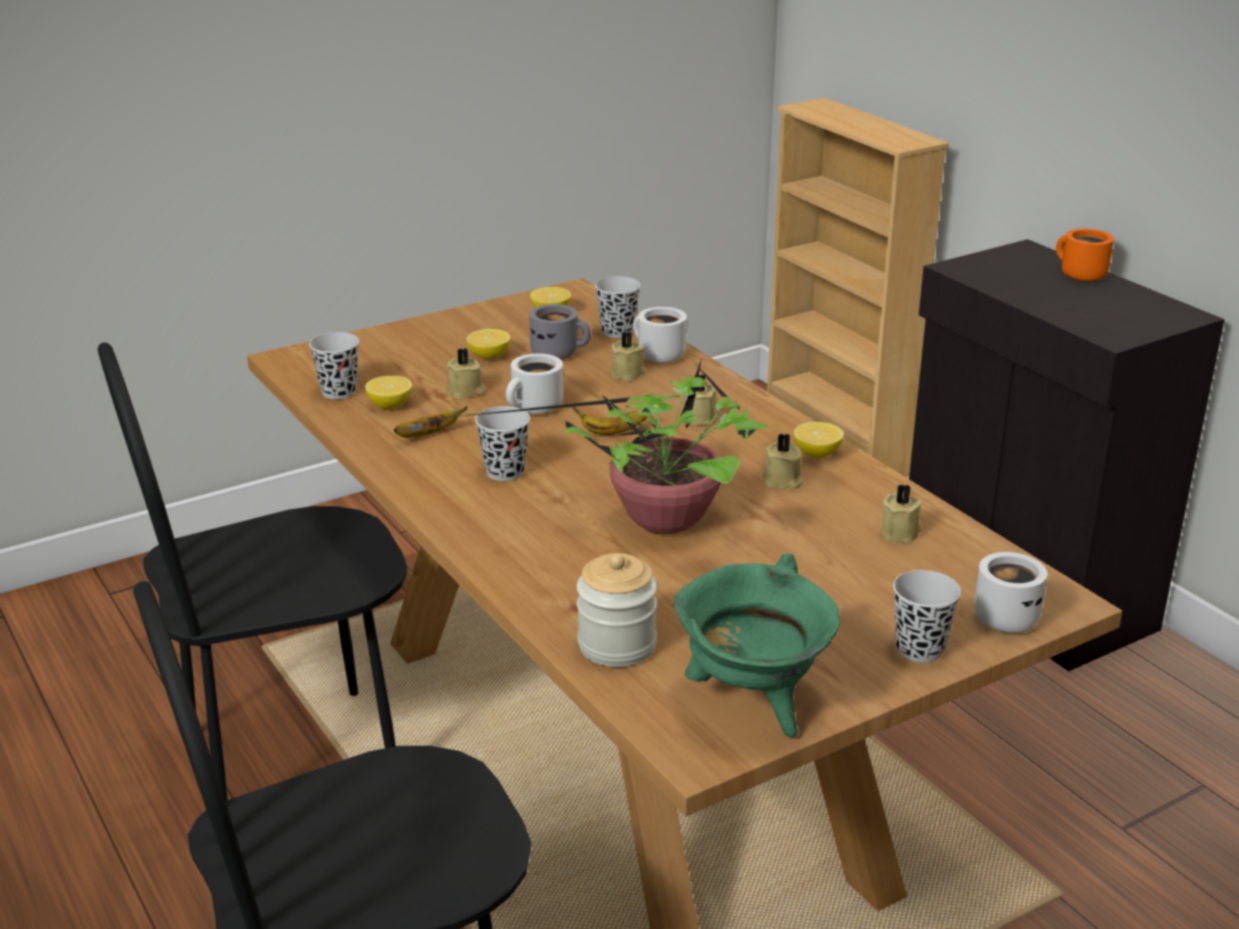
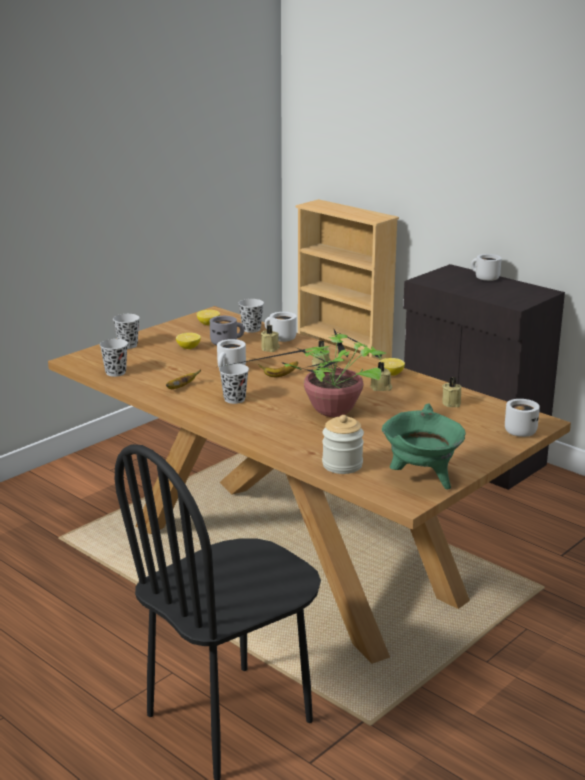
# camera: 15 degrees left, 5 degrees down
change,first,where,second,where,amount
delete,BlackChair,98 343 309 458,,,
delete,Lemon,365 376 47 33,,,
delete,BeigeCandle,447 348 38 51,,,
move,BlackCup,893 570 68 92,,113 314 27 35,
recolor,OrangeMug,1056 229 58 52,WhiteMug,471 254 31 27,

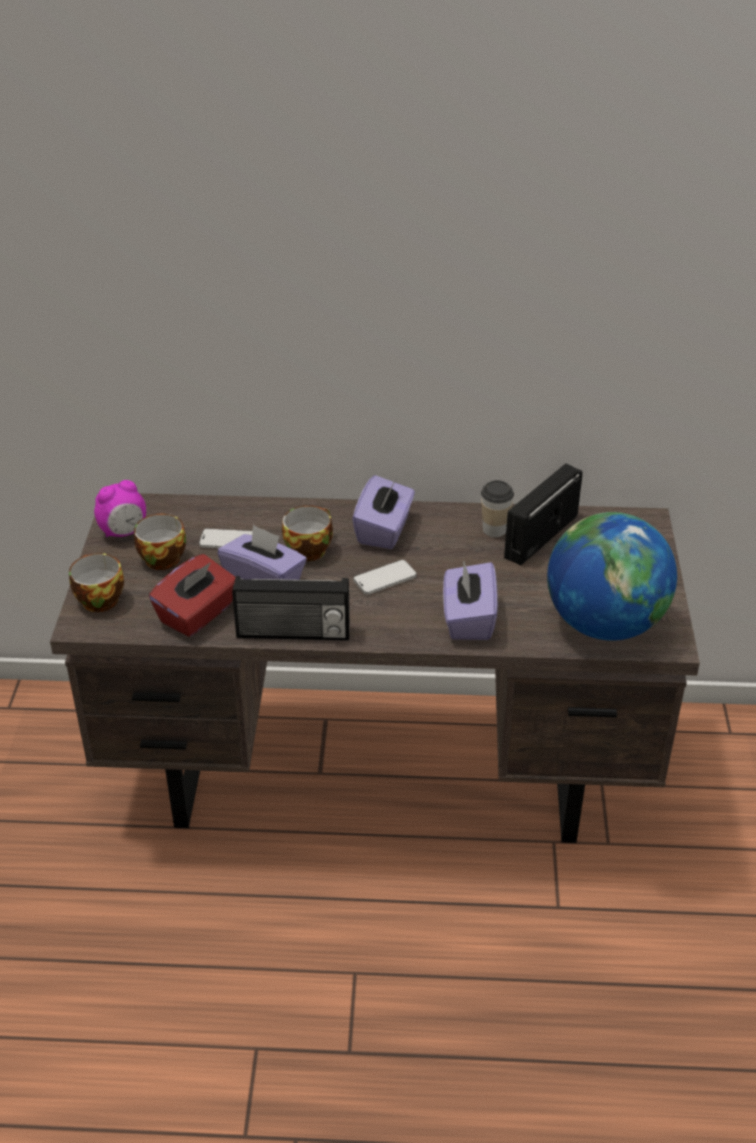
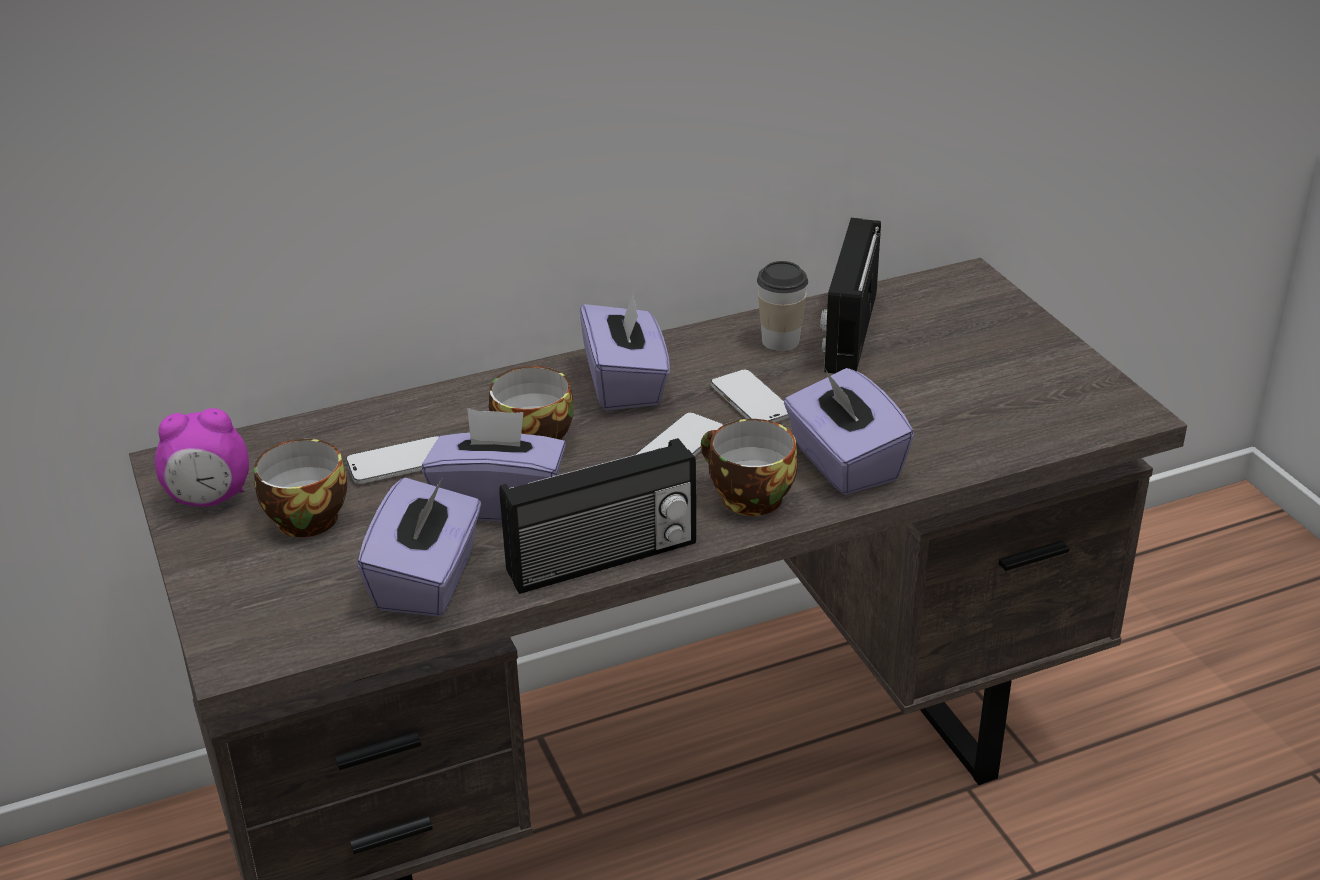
# camera: 25 degrees left, 5 degrees down
change,first,where,second,where,amount
delete,Globe,547 512 130 129,,,
insert,,,Phone,711 369 78 54,
move,Cup,69 553 55 59,,701 419 97 97,
recolor,RedTissueBox,149 554 86 83,PurpleTissueBox,357 478 124 139,
rotate,AlarmClock,94 480 52 57,,155 408 94 99,45 degrees clockwise

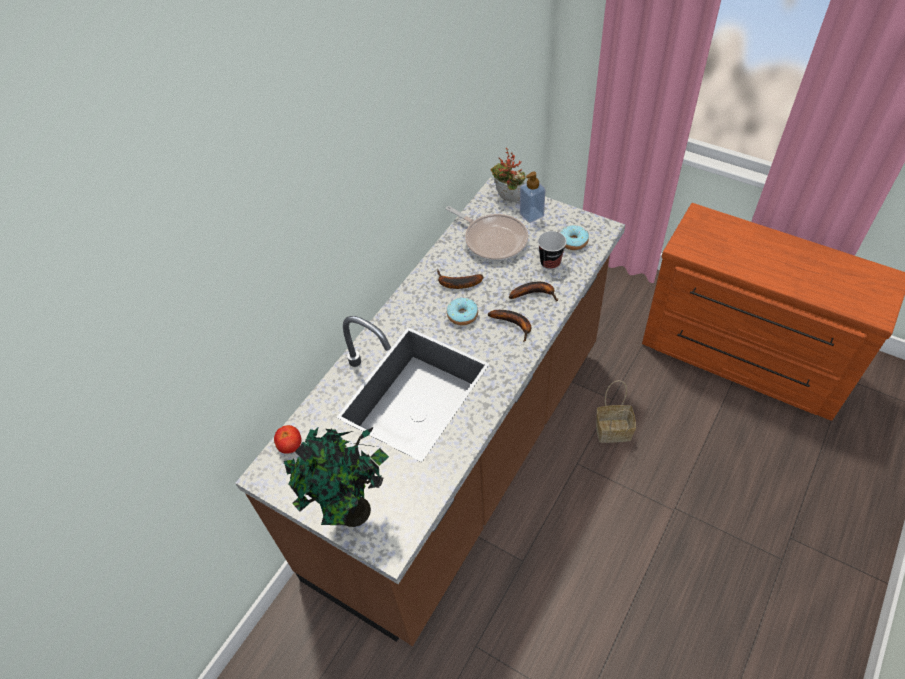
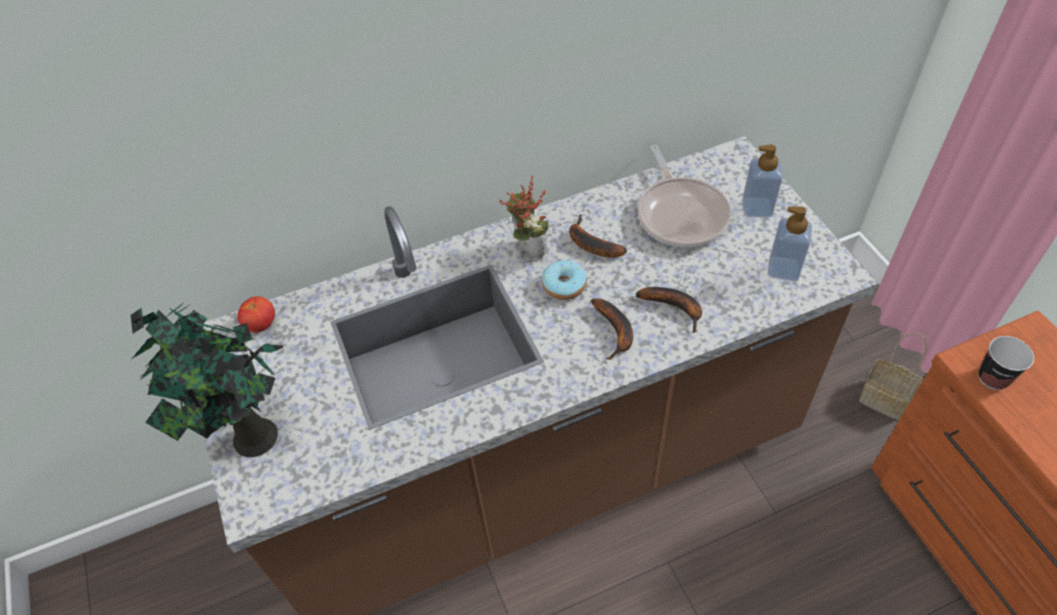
# camera: 35 degrees right, 0 degrees up
change,first,where,second,where,amount
move,PottedPlant,491 148 35 54,,499 175 50 83,
move,Cup,538 231 28 39,,979 336 55 54,
move,Basket,596 380 40 63,,859 333 68 87,
replace,Donut,560 225 29 25,SoapDispenser,768 207 44 74,

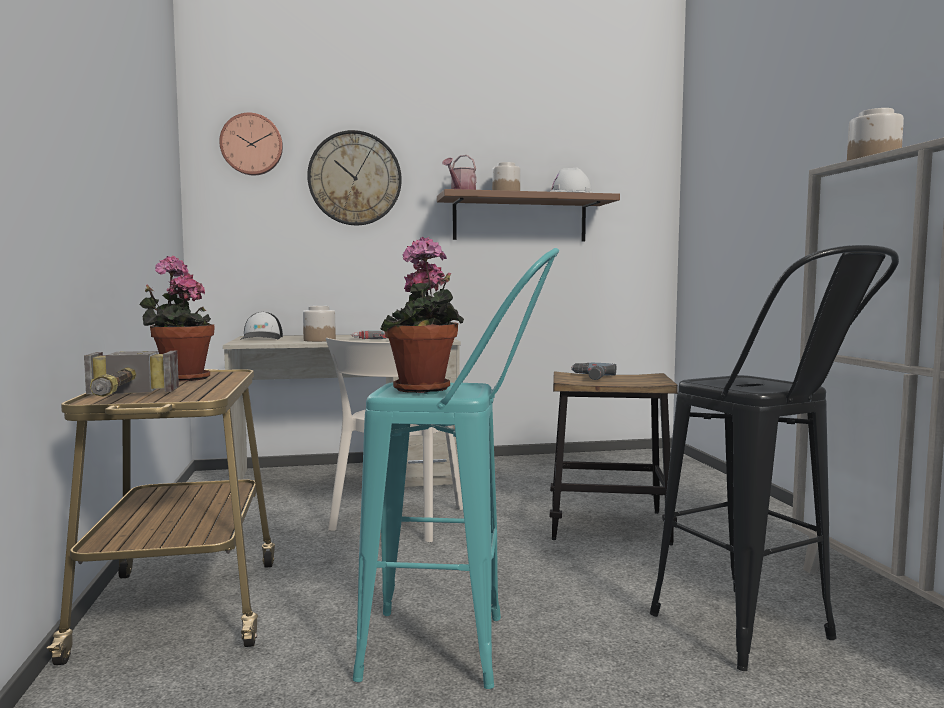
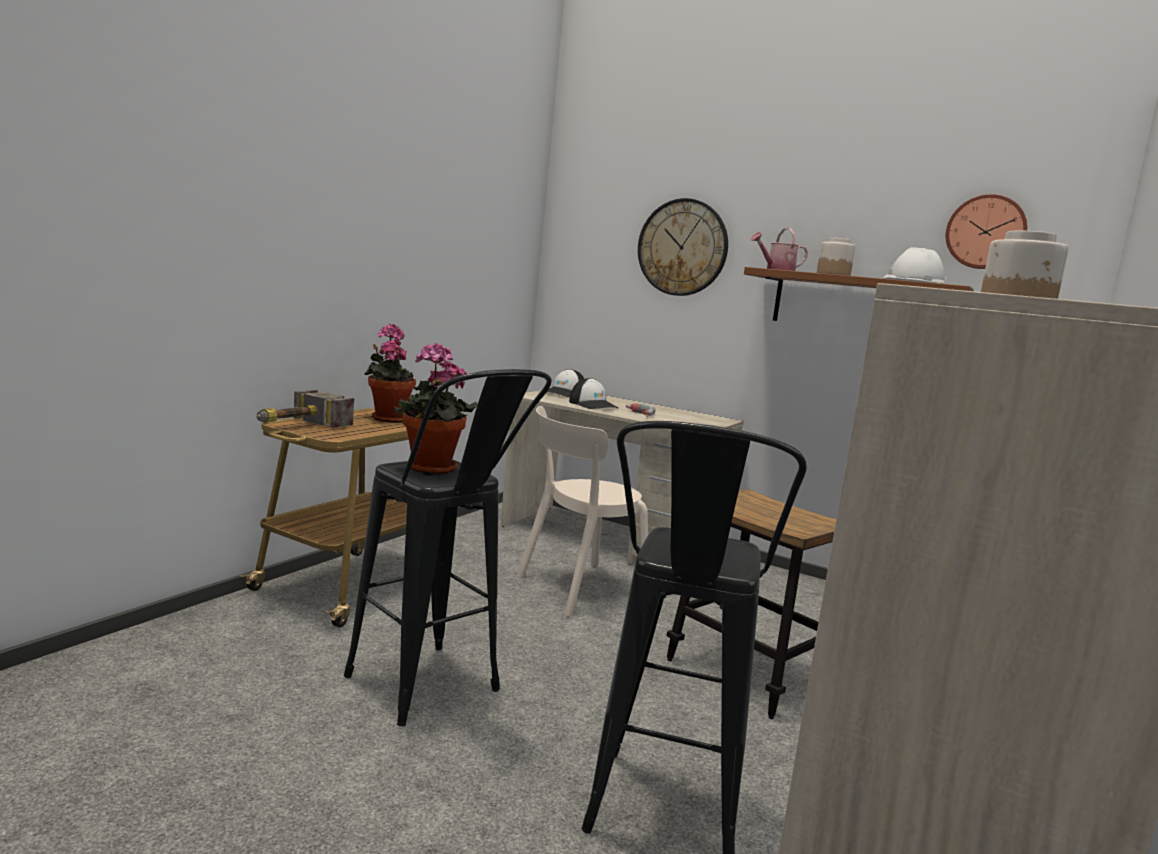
# camera: 40 degrees right, 5 degrees up
change,first,where,second,where,amount
delete,PowerDrill,571 363 45 17,,,
move,WallClock,219 113 64 62,,946 194 81 75,
replace,Jar,303 306 33 36,Cap,569 378 50 31,
recolor,TurquoiseStool,353 248 206 441,BlackStool,344 369 208 357,

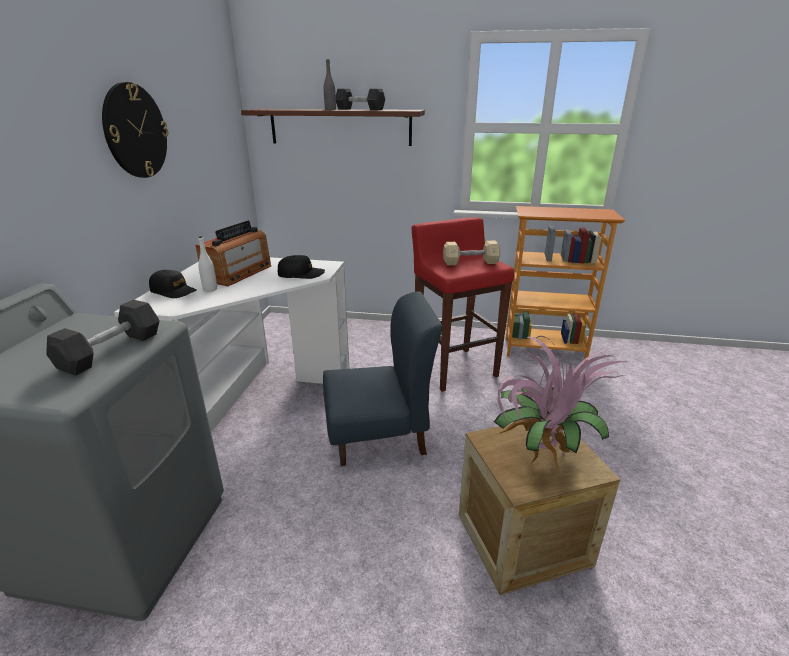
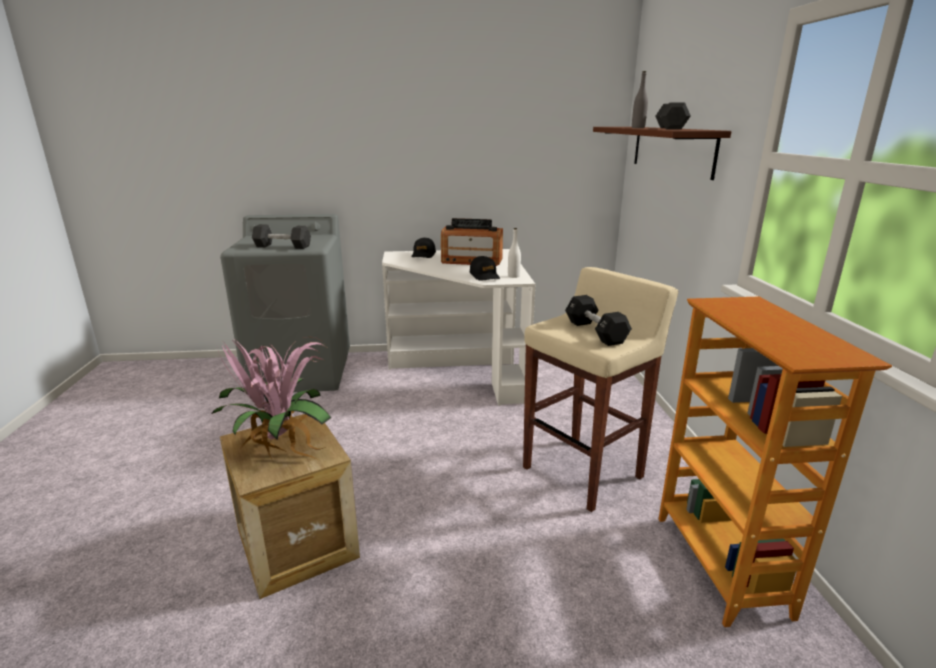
# camera: 75 degrees right, 5 degrees down
change,first,where,second,where,amount
delete,WallClock,102 82 66 96,,,
delete,BlueChair,323 291 120 175,,,
move,WhiteBottle,198 236 19 56,,508 228 13 50,
recolor,RedStool,411 217 103 175,BeigeStool,523 267 155 245,
recolor,BeigeDumbbell,443 241 58 24,BlackDumbbell,565 295 67 51,

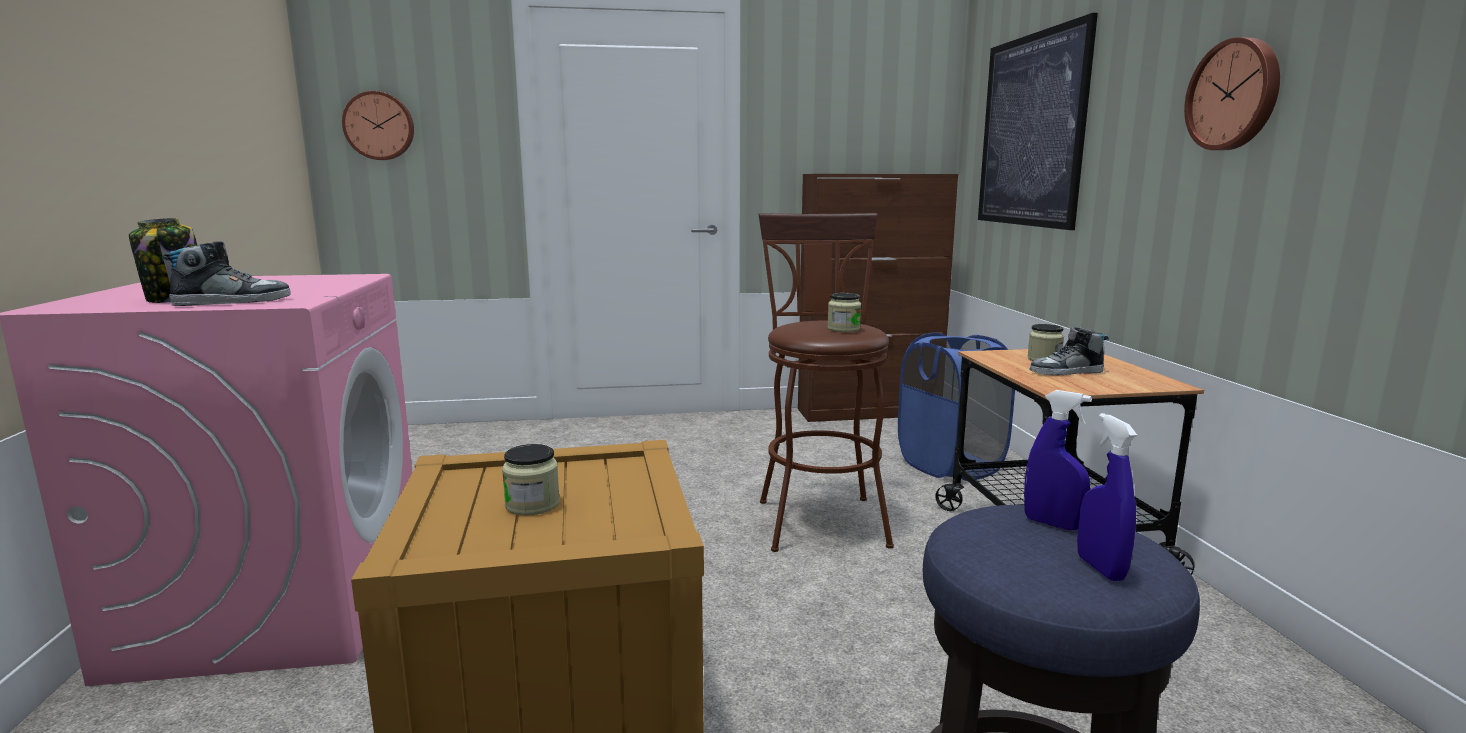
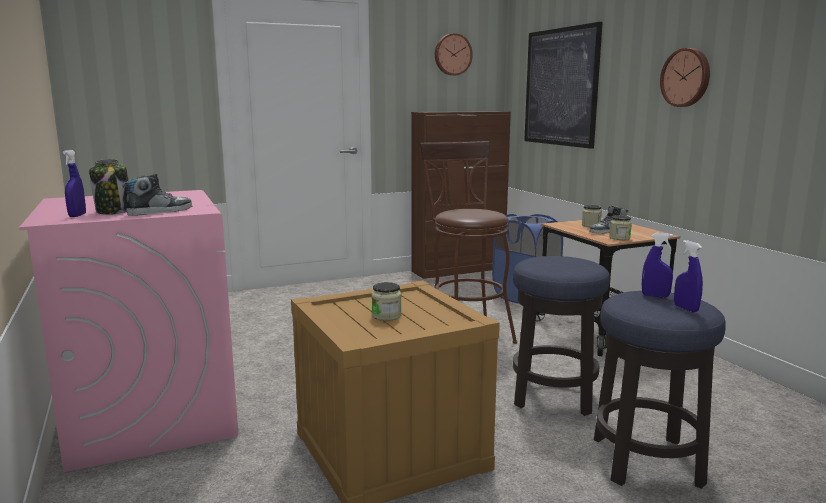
# camera: 15 degrees left, 0 degrees up
change,first,where,second,where,amount
insert,,,BlueSprayBottle,63 150 23 67,
insert,,,Stool,513 256 97 160,
move,WallClock,342 91 72 69,,435 33 38 43,
move,Jar,827 293 34 39,,609 215 23 25,

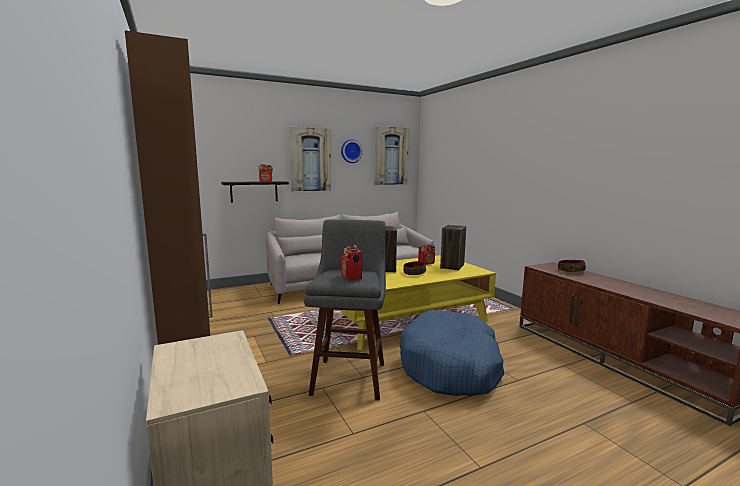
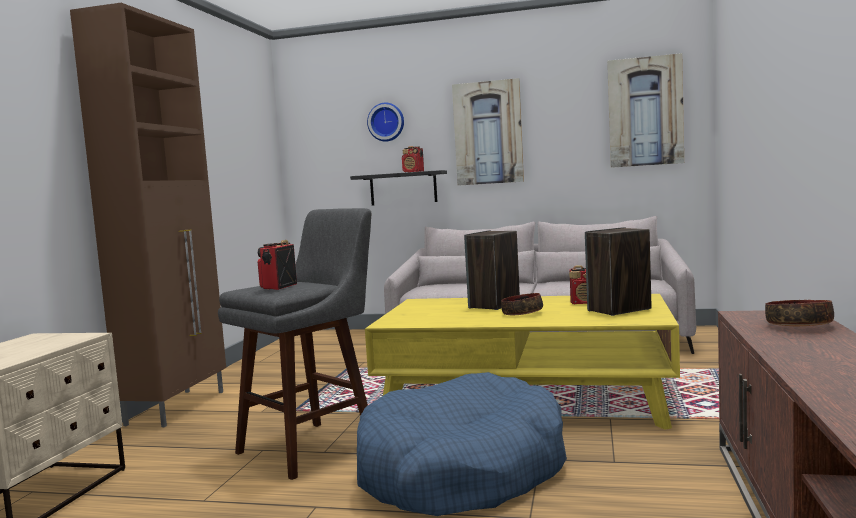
# camera: 40 degrees right, 5 degrees down
change,first,where,second,where,amount
move,WallClock,341 139 22 24,,367 103 37 39,

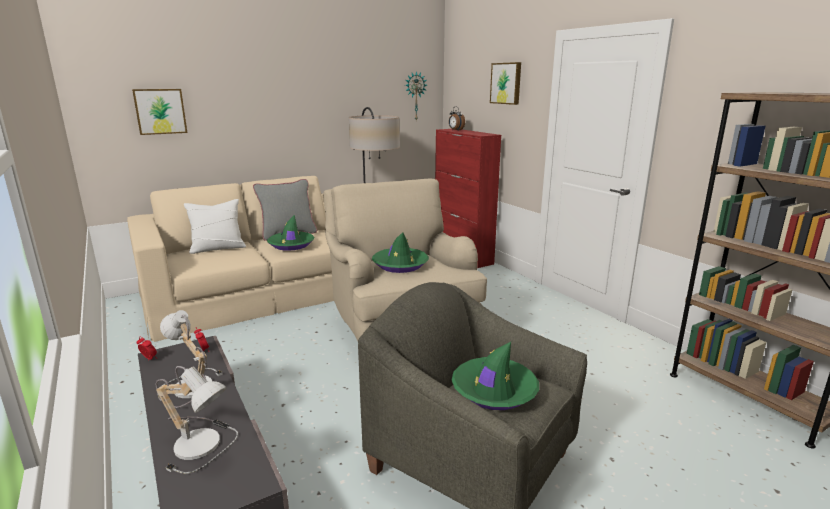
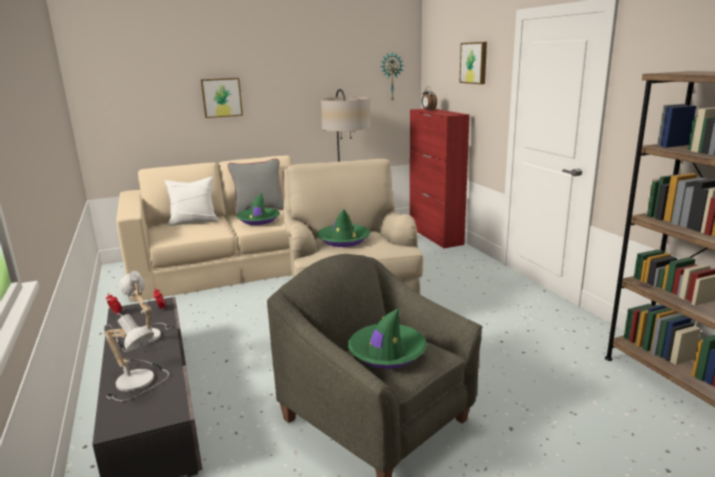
# camera: 10 degrees right, 0 degrees up
change,first,where,second,where,amount
move,Picture,132 89 55 46,,201 78 42 40,

